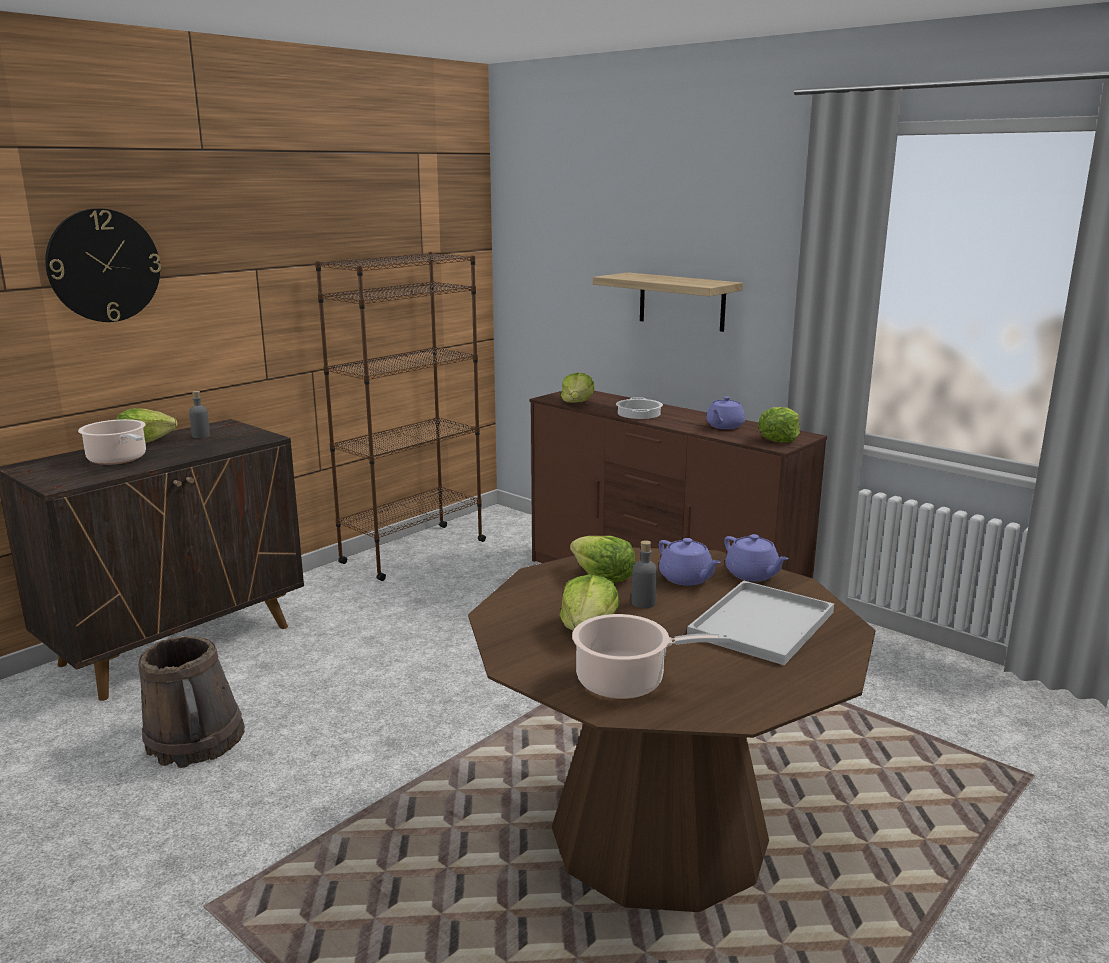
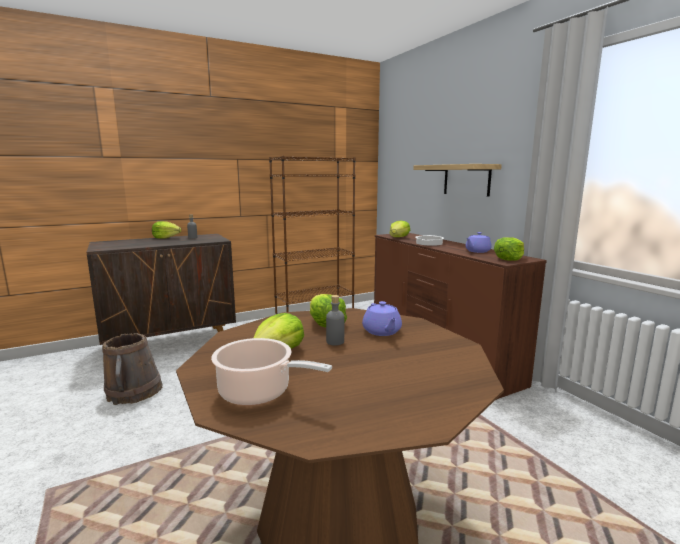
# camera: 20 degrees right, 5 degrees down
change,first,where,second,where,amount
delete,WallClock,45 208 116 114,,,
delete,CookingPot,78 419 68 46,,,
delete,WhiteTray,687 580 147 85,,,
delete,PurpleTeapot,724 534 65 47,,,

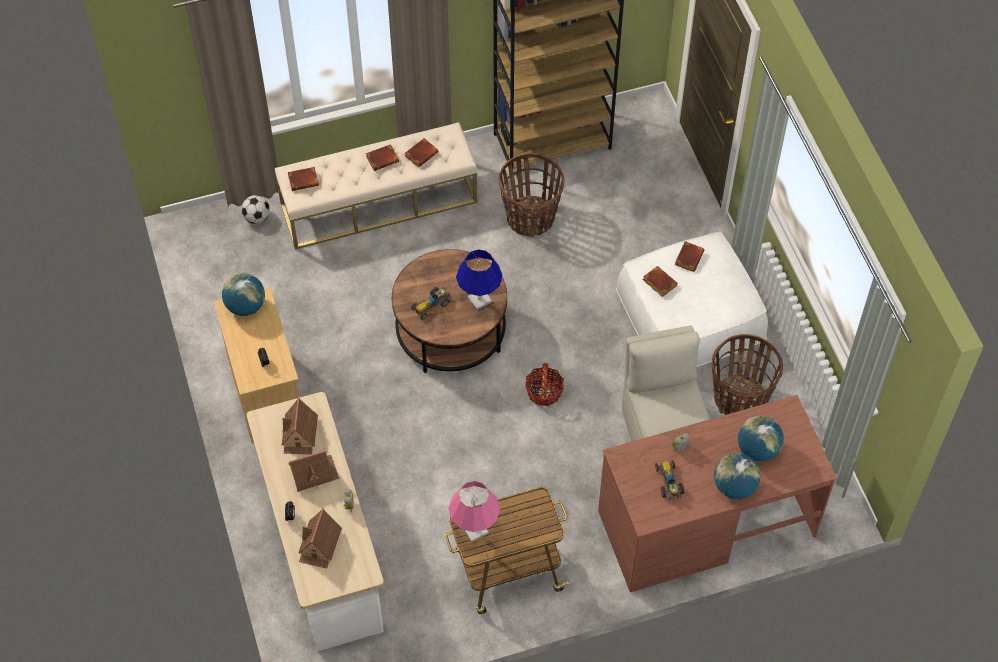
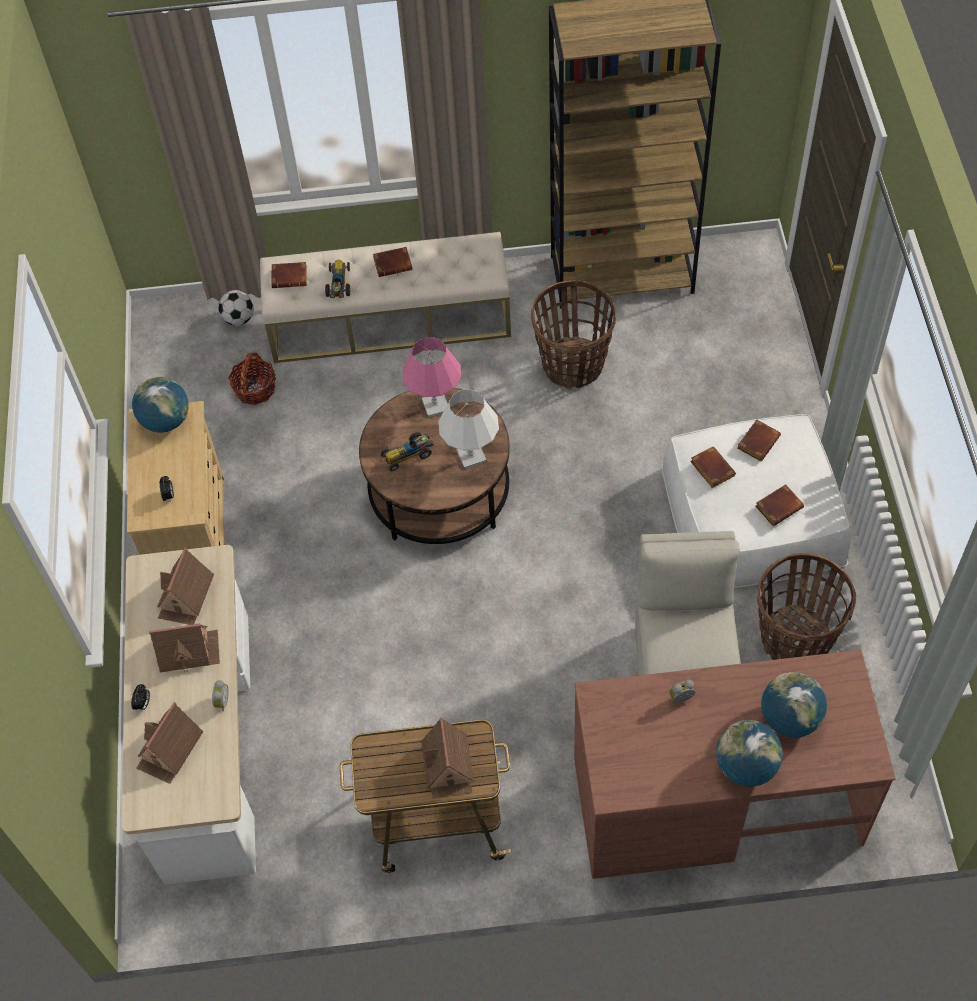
# camera: 15 degrees right, 0 degrees up
change,first,where,second,where,amount
insert,,,ToyHouse,421 717 53 82,
move,BrownBook,405 138 34 29,,755 484 49 42,
move,PinkTableLamp,448 481 52 61,,403 337 58 81,
move,Basket,525 363 39 43,,228 353 48 52,
move,ToyCar,655 460 29 40,,325 260 26 38,
recolor,BlueTableLamp,456 249 47 61,WhiteTableLamp,438 389 61 80,

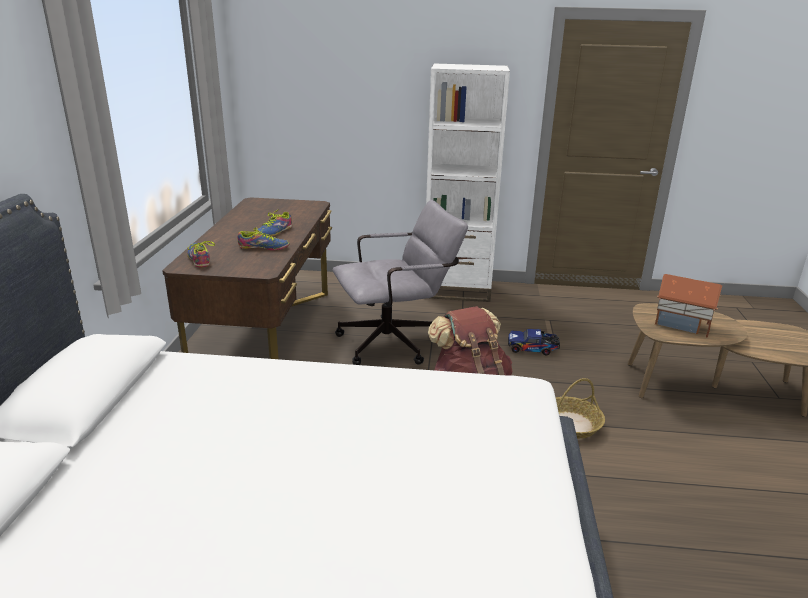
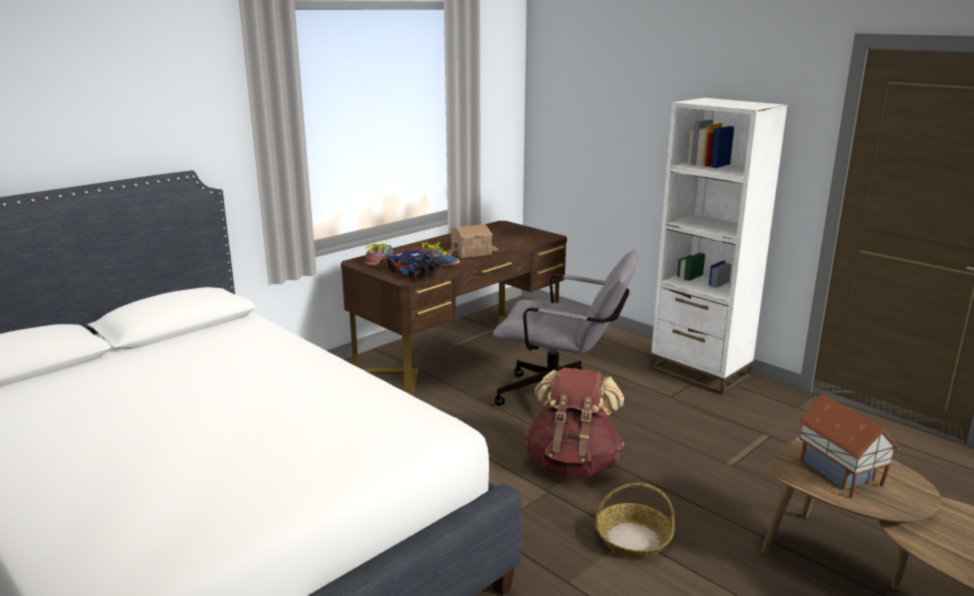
# camera: 40 degrees right, 5 degrees down
change,first,where,second,where,amount
move,ToyTruck,508 329 52 27,,387 251 52 29,
replace,Shoe,258 209 34 27,ToyHouse,446 225 52 33,

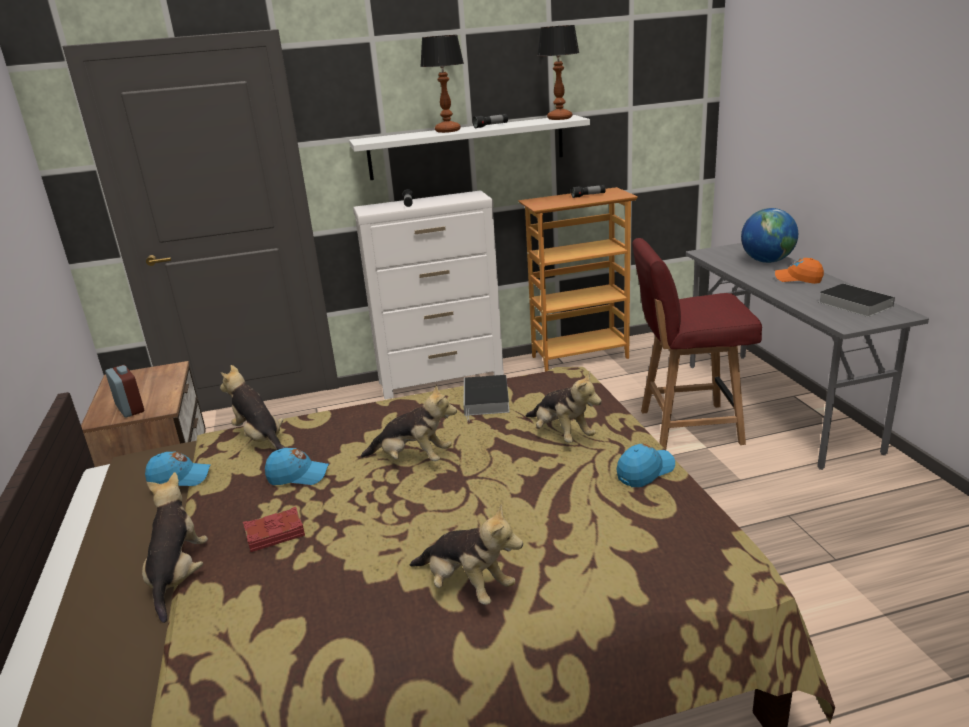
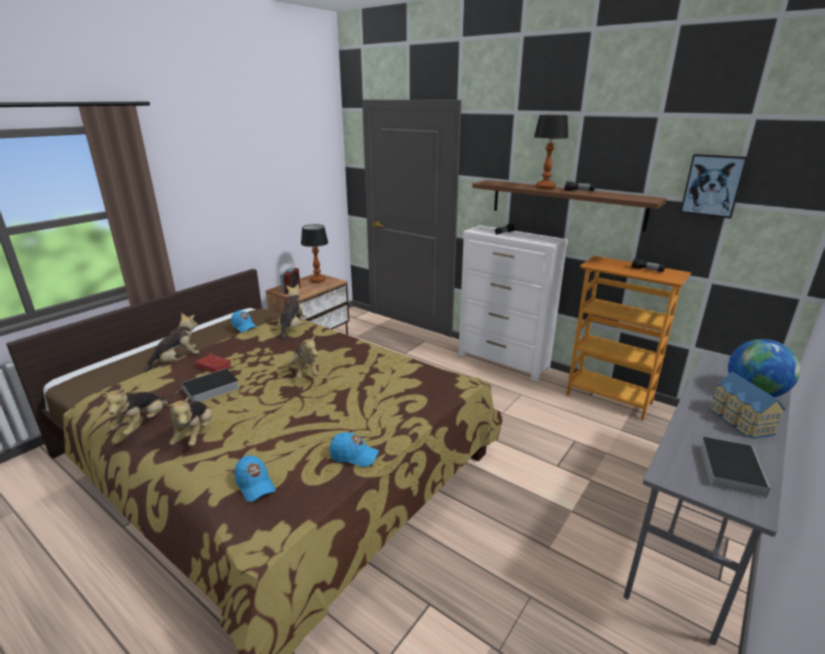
# camera: 50 degrees right, 0 degrees up
change,first,where,second,where,amount
delete,RedChair,632 238 130 212,,,
insert,,,Picture,680 154 68 65,
move,BlueCap,265 448 64 37,,235 455 41 47,
move,Book,463 375 47 46,,174 368 66 34,
move,PlushToy,526 371 76 72,,101 388 69 47,
move,TableLamp,537 25 42 95,,301 224 27 59,
replace,OrangeCap,775 258 49 26,ToyHouse,709 371 77 68,
recolor,WhiteShelf,349 115 241 65,BrownShelf,472 180 195 51,

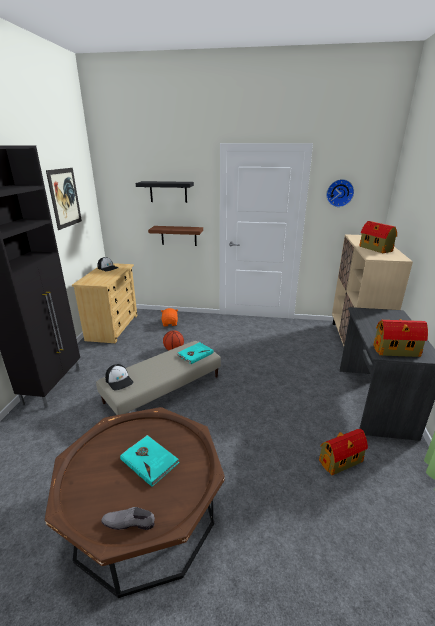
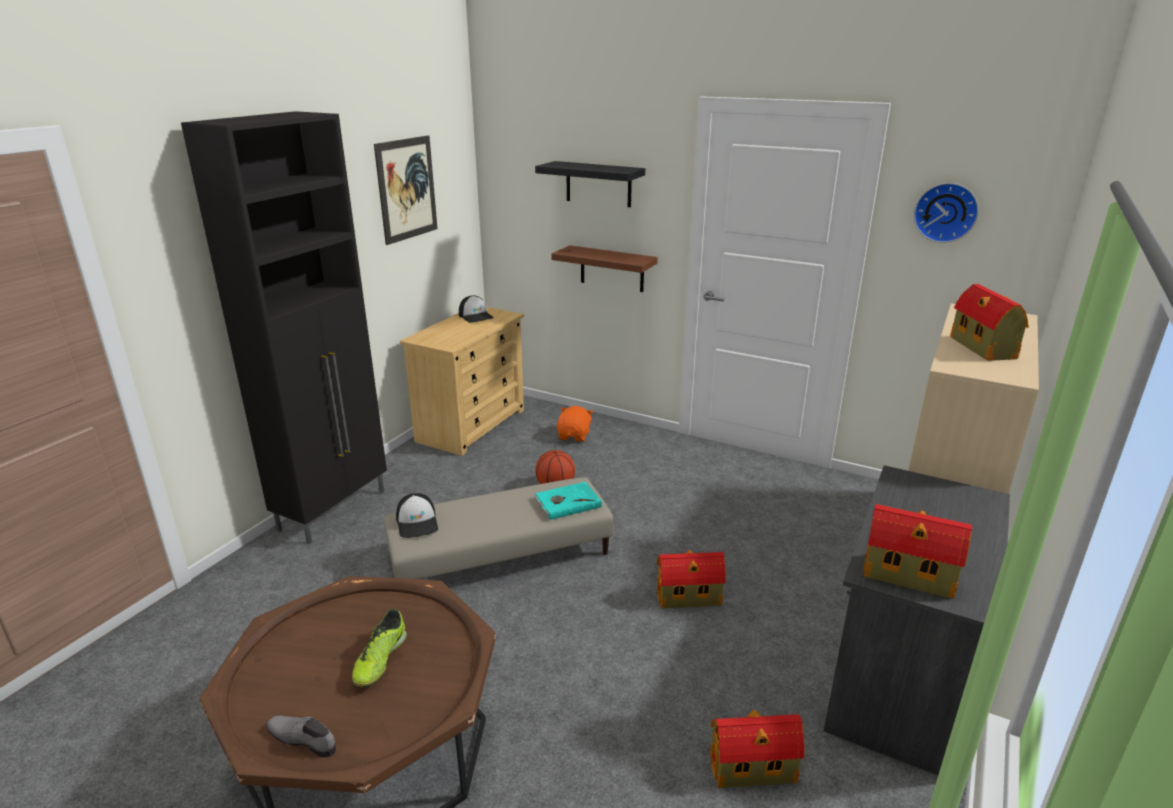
# camera: 20 degrees right, 0 degrees up
change,first,where,second,where,amount
insert,,,ToyHouse,657 550 69 58,
replace,TurquoiseBook,120 435 60 52,Shoe,352 609 55 78,

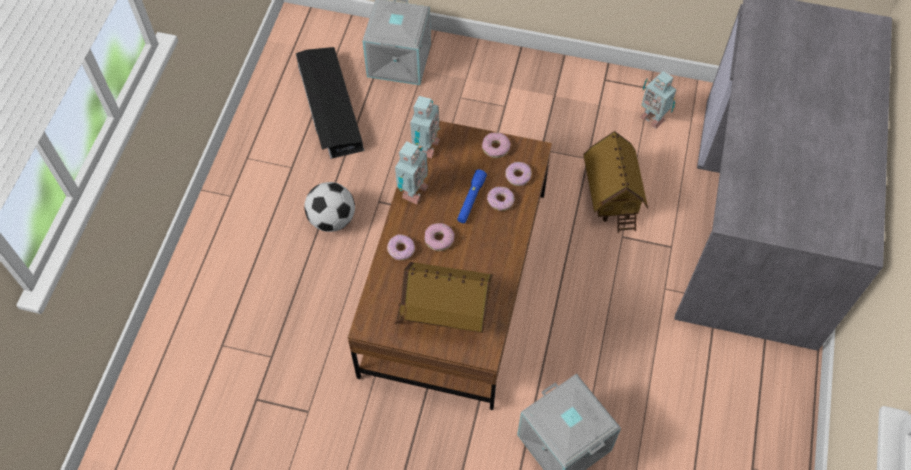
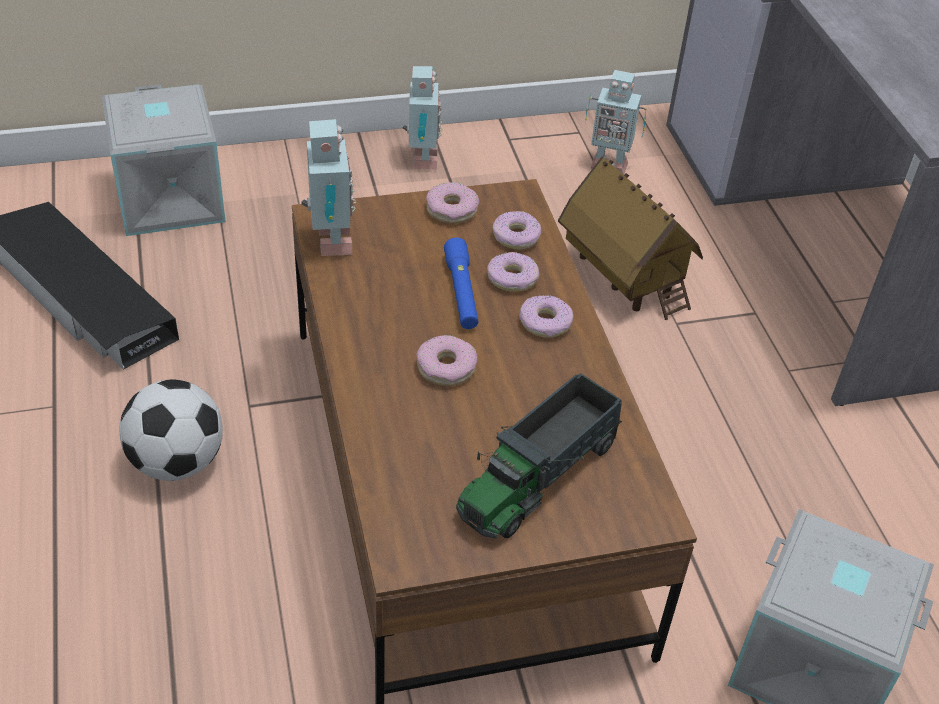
# camera: 30 degrees left, 15 degrees down
change,first,where,second,where,amount
move,Donut,387 234 28 26,,519 295 54 43,
move,ToyRobot,395 141 33 63,,403 66 40 104,
replace,ToyHouse,394 262 99 71,ToyTruck,456 373 166 166,

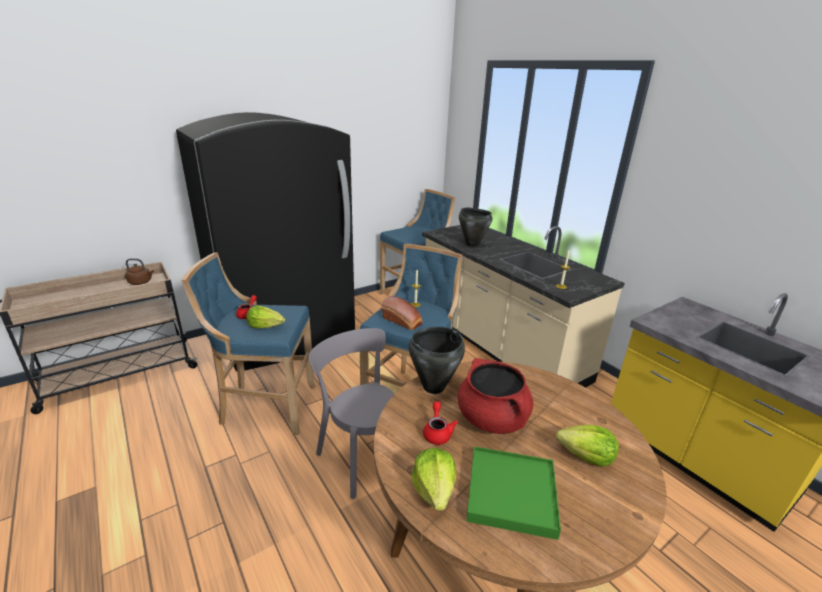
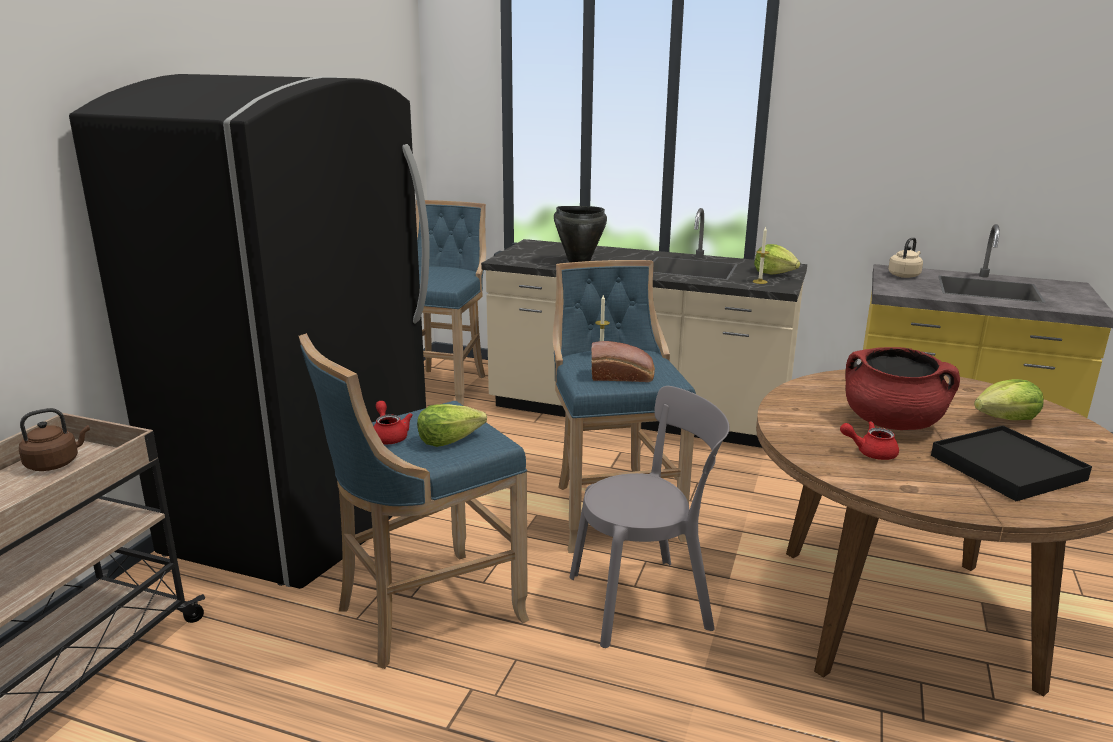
# camera: 35 degrees left, 5 degrees down
change,first,where,second,where,amount
delete,BlackCookingPot,409 327 56 67,,,
insert,,,BeigeKettle,888 237 35 41,
move,Lettuce,412 448 44 63,,754 244 46 31,
recolor,GreenTray,466 446 95 94,BlackTray,931 425 161 76,
rotate,GreyChair,309 328 85 171,,569 386 161 262,150 degrees clockwise
rotate,RedTeapot,423 401 35 44,,840 421 59 39,45 degrees counterclockwise

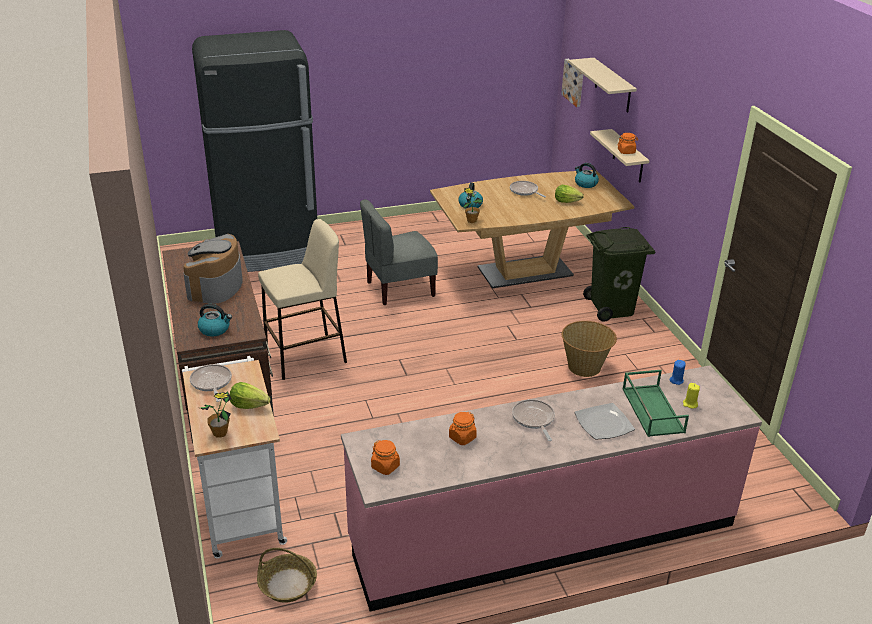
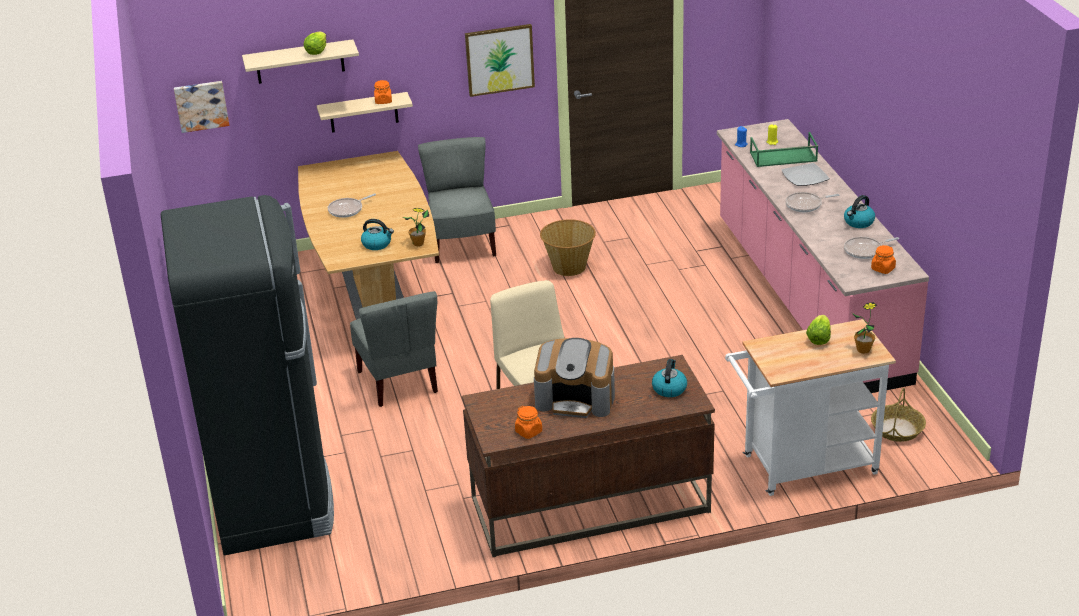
# camera: 85 degrees left, 0 degrees up
change,first,where,second,where,amount
insert,,,Picture,465 24 70 73,
move,FryingPan,190 364 42 38,,844 237 55 22,
move,OrangeJar,449 412 28 33,,515 406 27 33,
move,Lettuce,555 185 29 18,,304 32 22 23,
move,Kettle,575 163 24 25,,844 195 31 33,
replace,GreenTrashCan,583 227 72 95,GreyChair,418 137 78 126,

